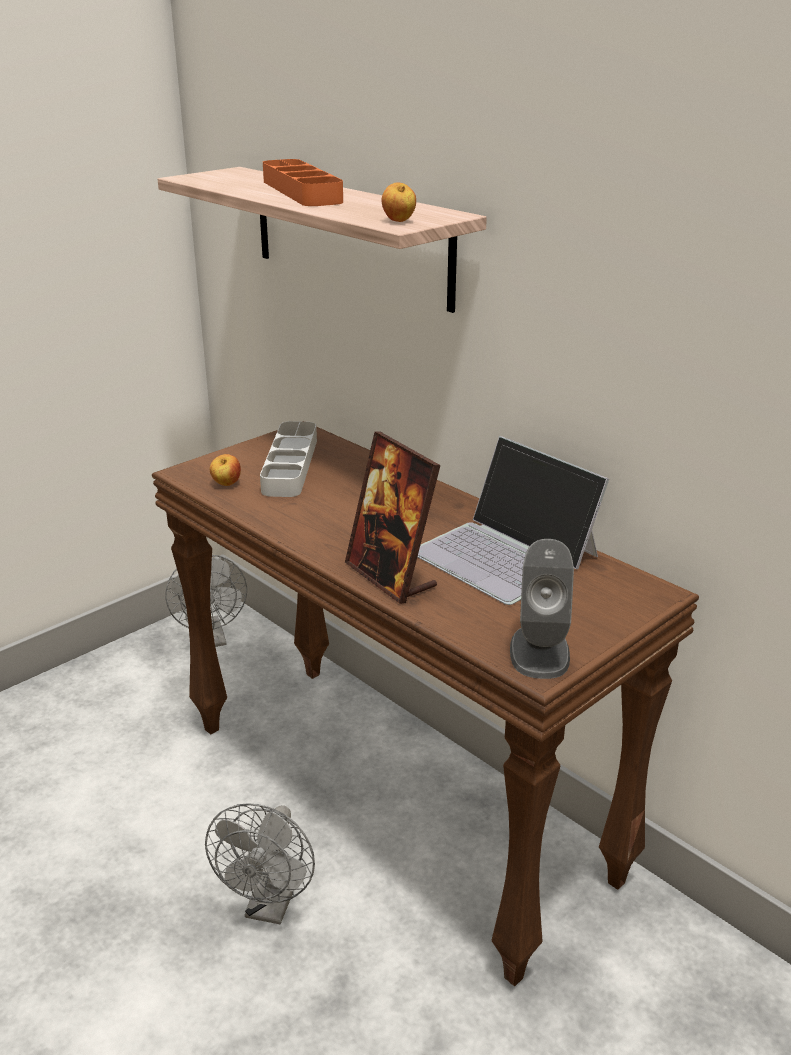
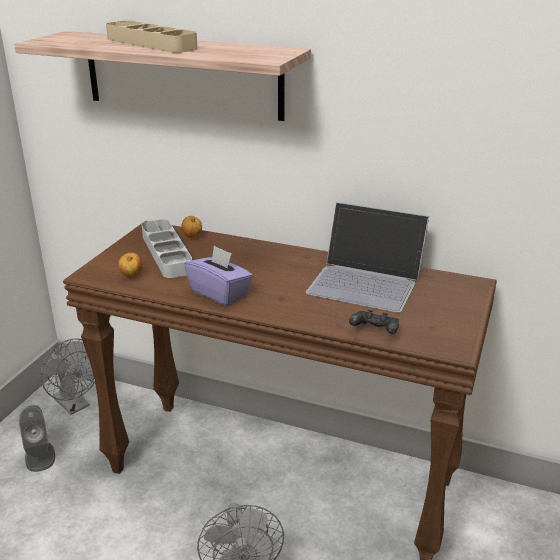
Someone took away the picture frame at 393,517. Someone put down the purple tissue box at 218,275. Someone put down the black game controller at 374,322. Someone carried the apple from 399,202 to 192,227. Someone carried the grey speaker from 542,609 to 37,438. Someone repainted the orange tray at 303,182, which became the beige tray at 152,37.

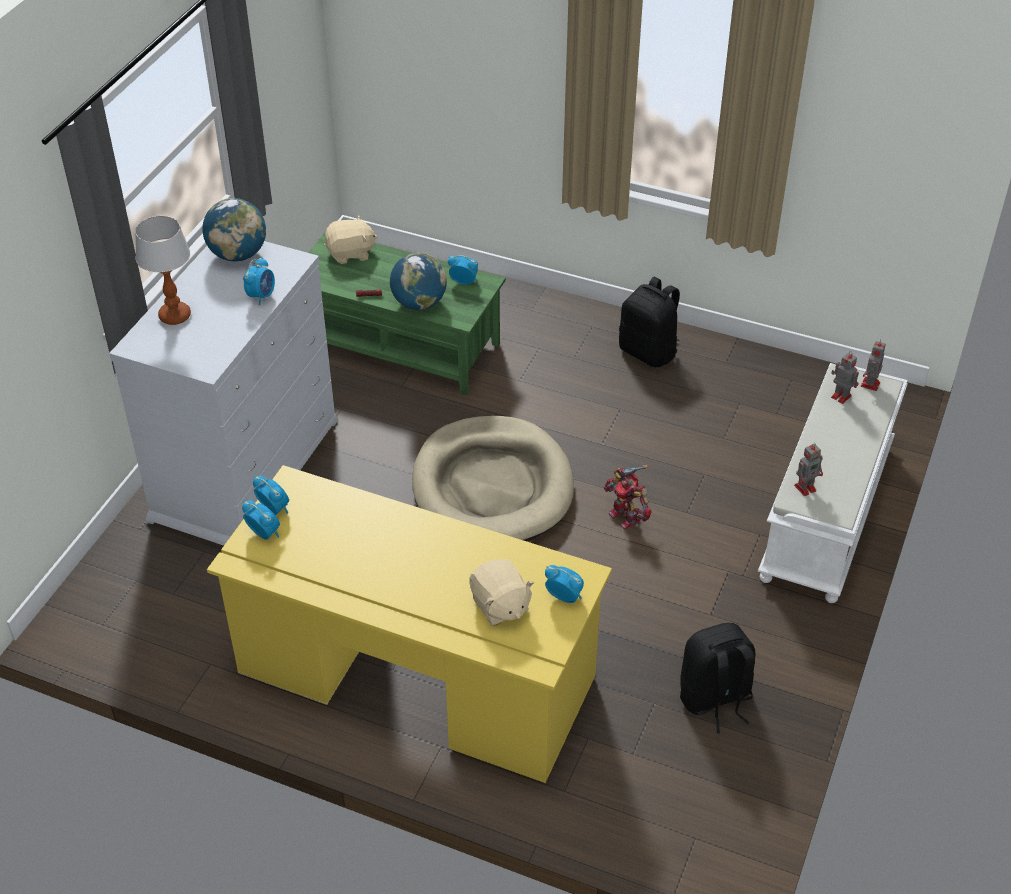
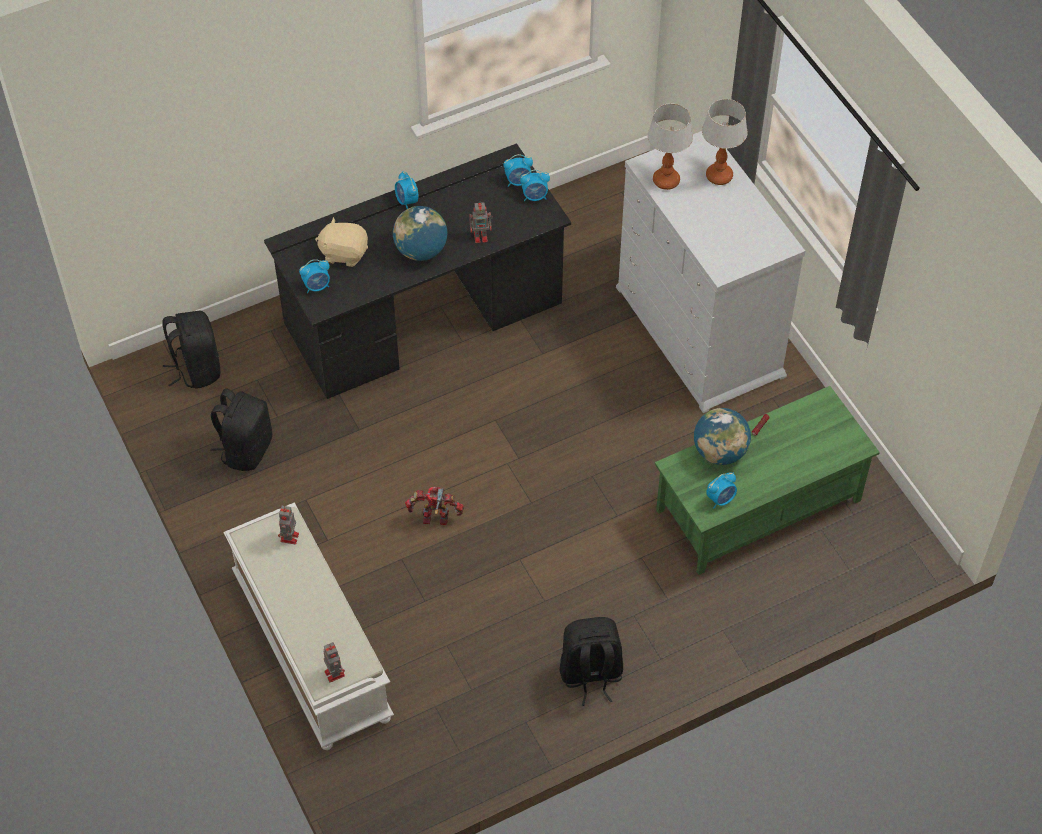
Someone took away the beige plush toy at 351,240. Someone took away the beige dog bed at 493,479. Someone put down the black backpack at 191,349. Someone put down the table lamp at 670,146. Someone carried the globe from 234,229 to 420,233. Someone carried the alarm clock from 259,281 to 406,190. Someone carried the toy robot from 845,377 to 481,222. Someone repainted the yellow desk at 409,624, which became the black desk at 417,271.

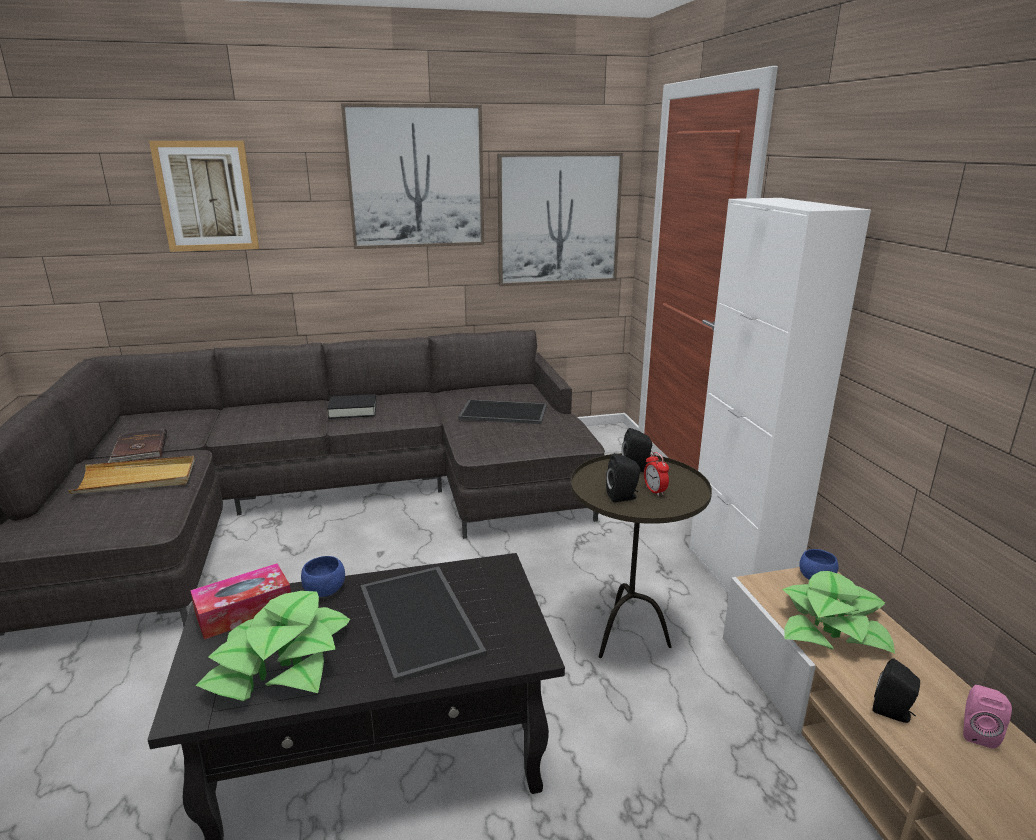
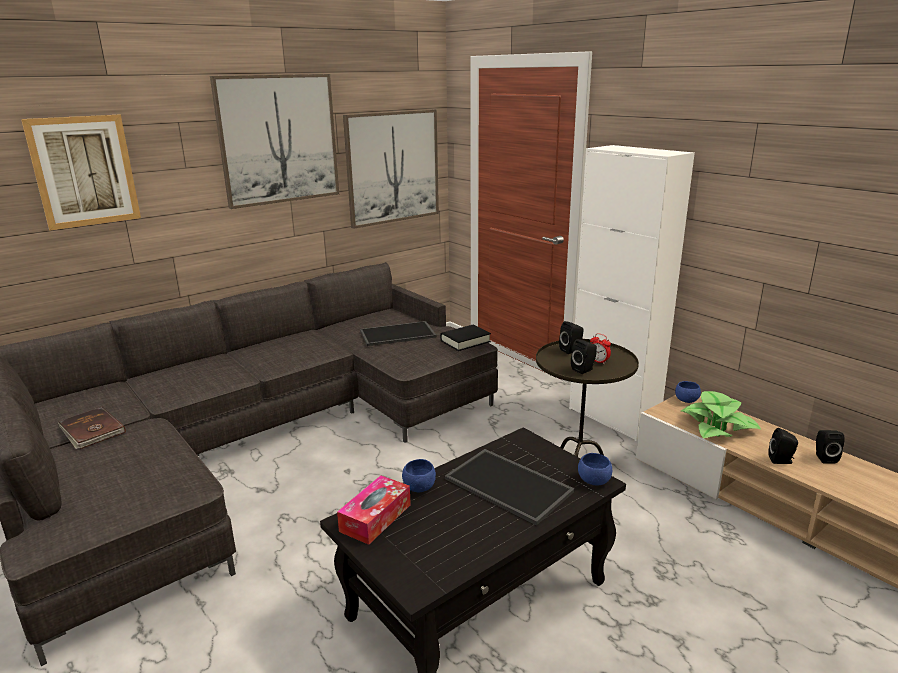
Someone took away the beige tray at 131,475. Someone took away the potted plant at 273,646. Someone put down the blue bowl at 595,469. Someone carried the black book from 352,406 to 465,337. Someone repainted the pink speaker at 987,717, which became the black speaker at 830,446.

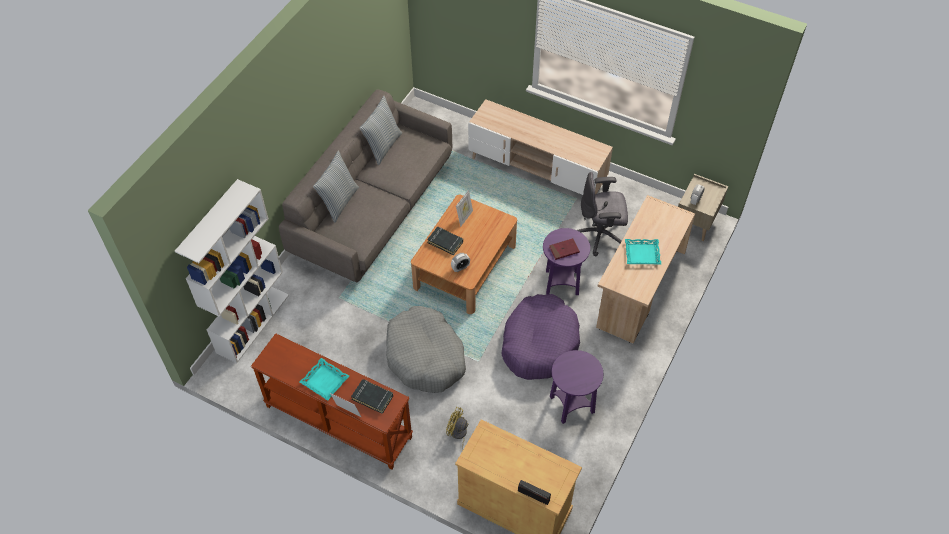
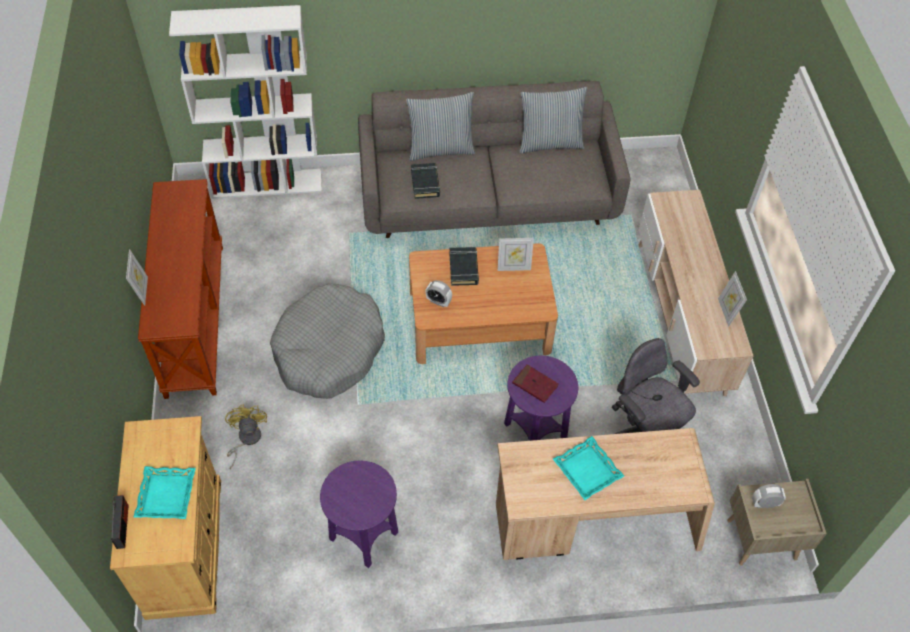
Someone took away the purple dog bed at 541,337. Someone put down the picture frame at 732,299. Someone carried the turquoise tray from 324,379 to 165,492. Someone carried the black book from 372,396 to 425,181.

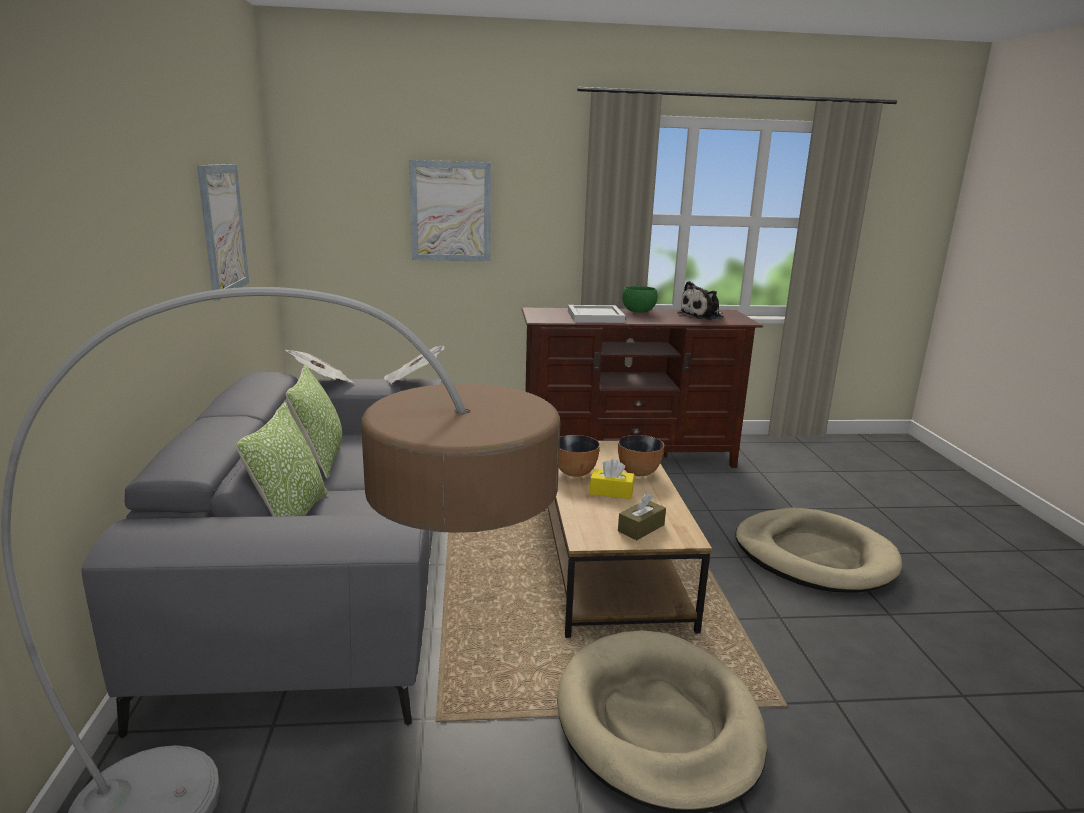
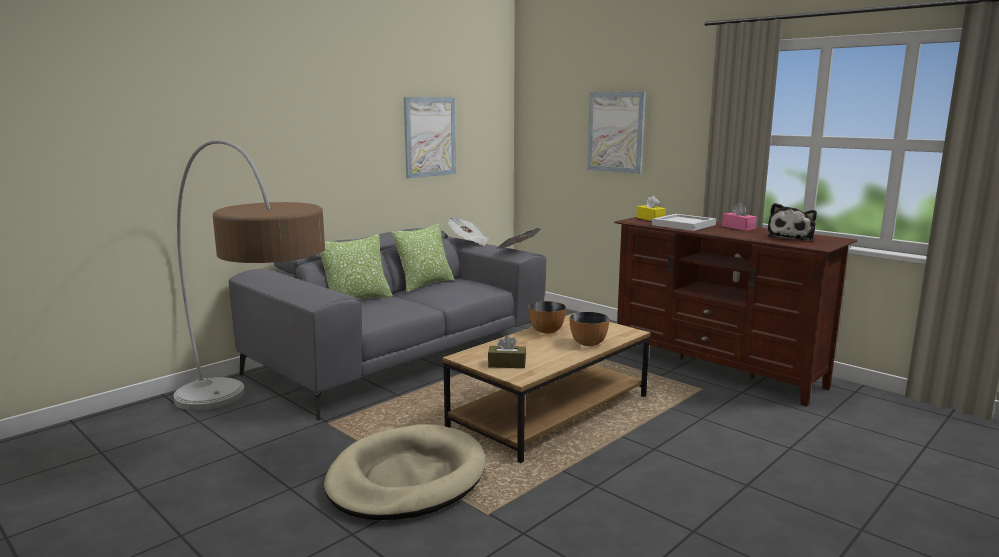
Someone took away the beige dog bed at 818,550. Someone carried the yellow tissue box from 612,479 to 651,208. Someone swapped the green bowl at 640,299 for the pink tissue box at 739,217. Someone rotated the plush toy at 700,300 by 75 degrees counterclockwise.

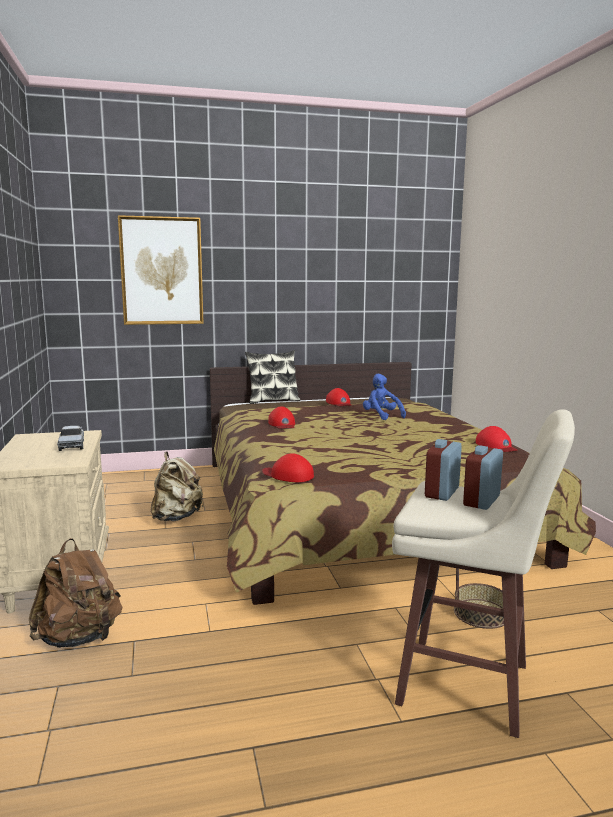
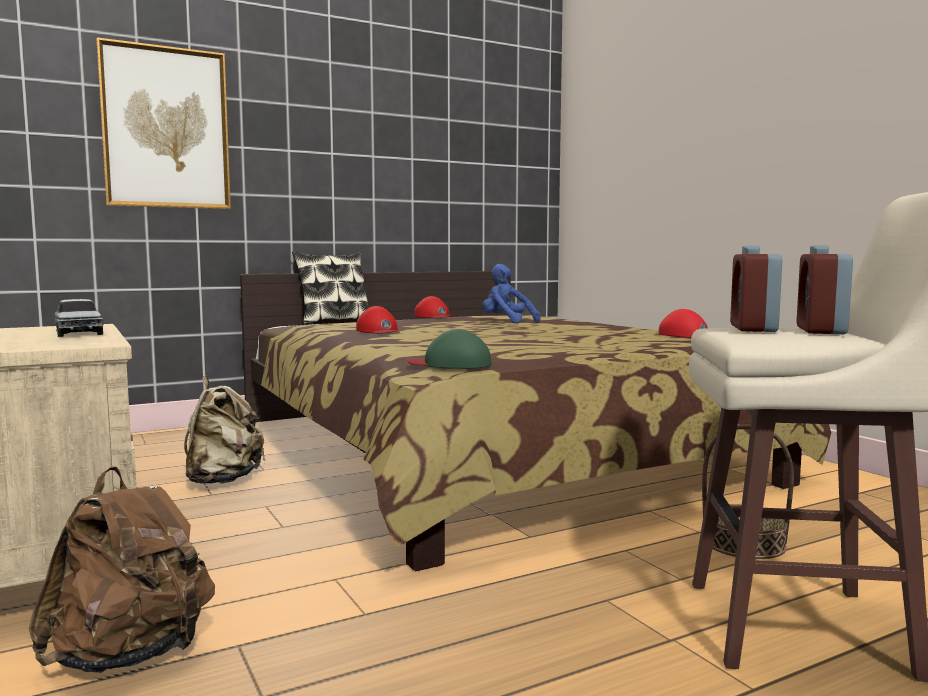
Someone repainted the red cap at 288,467, which became the green cap at 449,349.

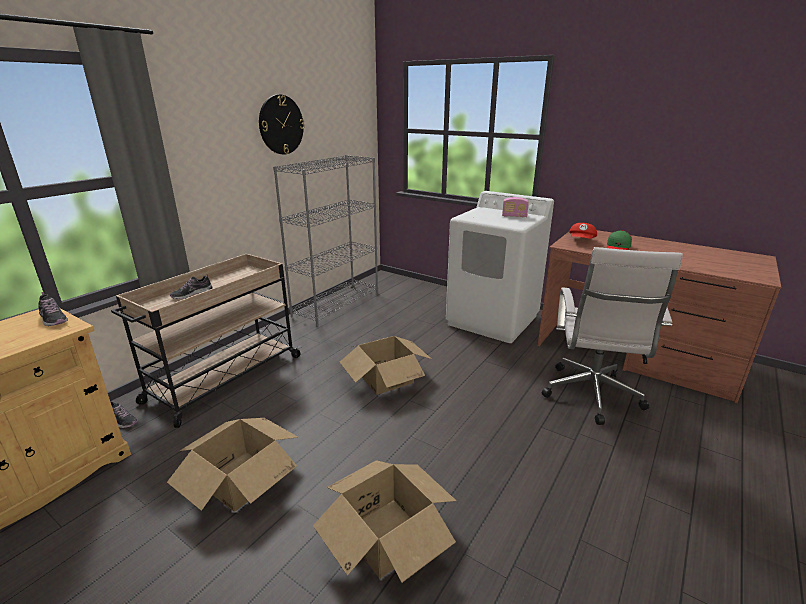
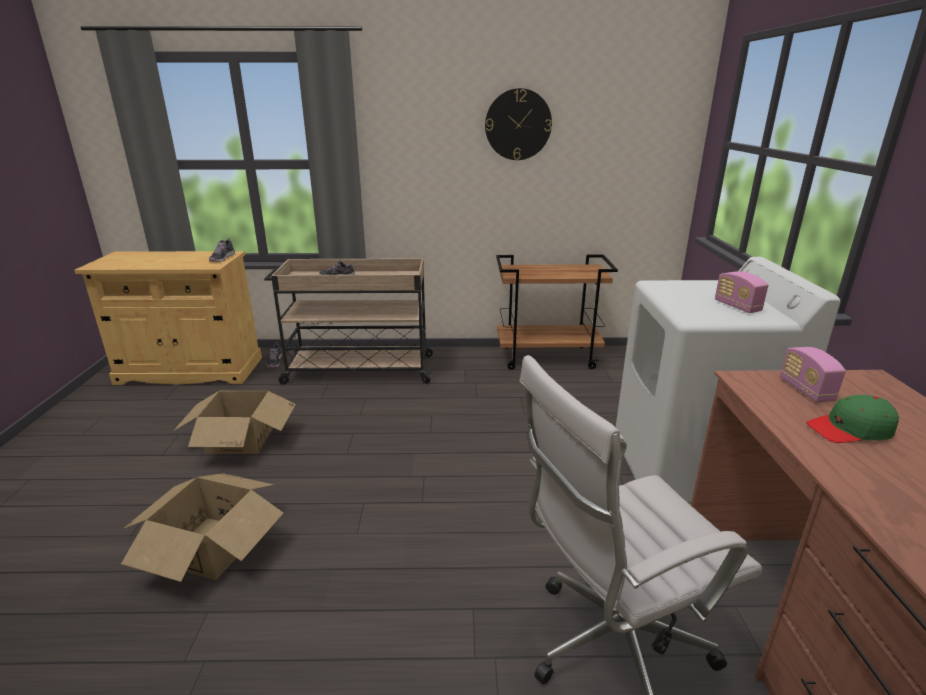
Someone took away the cardboard box at 385,365. Someone swapped the grey bookcase at 325,241 for the brown cart at 557,312. Someone swapped the red cap at 583,231 for the radio at 813,374.

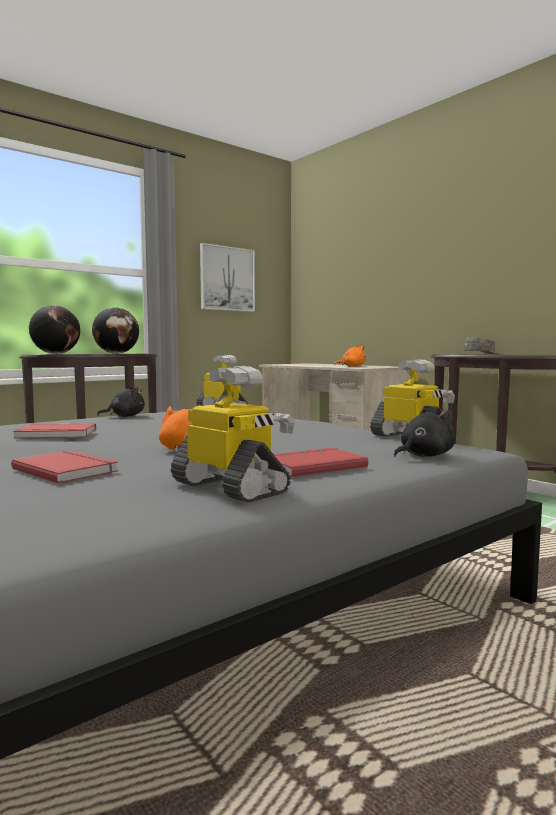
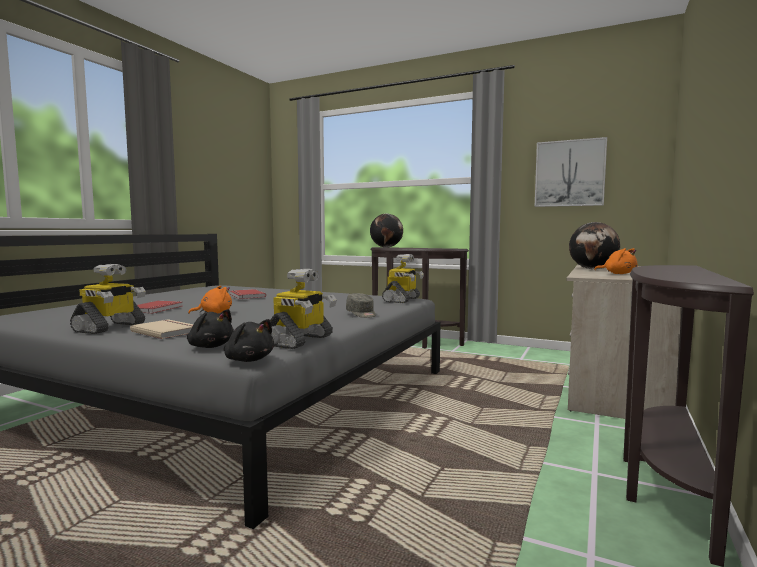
Someone carried the globe from 115,330 to 594,245. Someone carried the black plush toy from 121,401 to 249,340. Someone carried the grey cap from 482,345 to 361,305. Someone repainted the red book at 321,462, which became the beige book at 162,329.

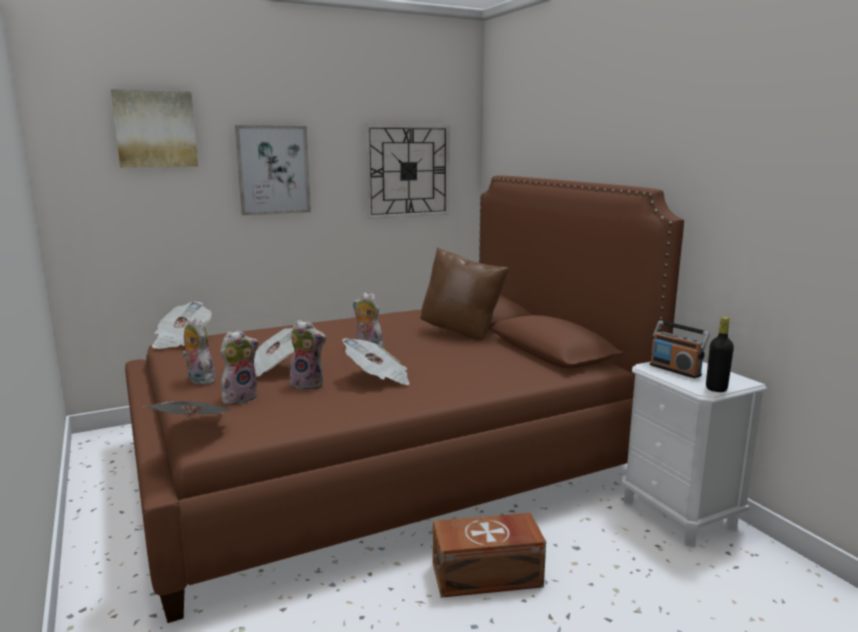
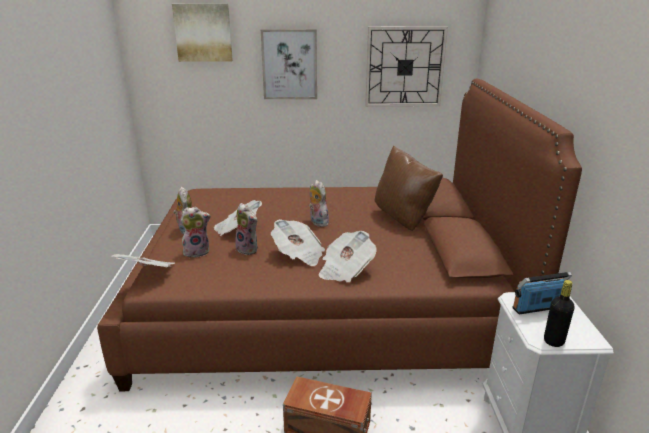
Someone carried the newspaper from 182,325 to 347,256. Someone rotated the radio at 680,349 by 90 degrees clockwise.

